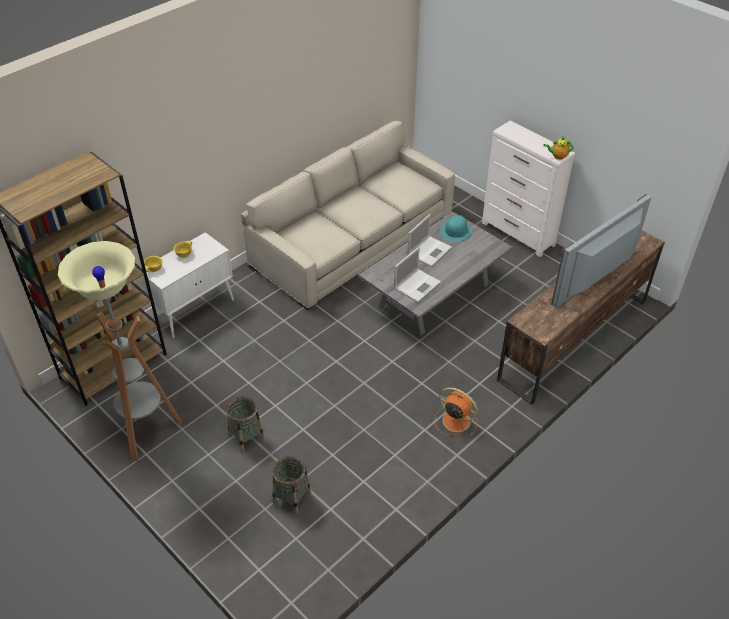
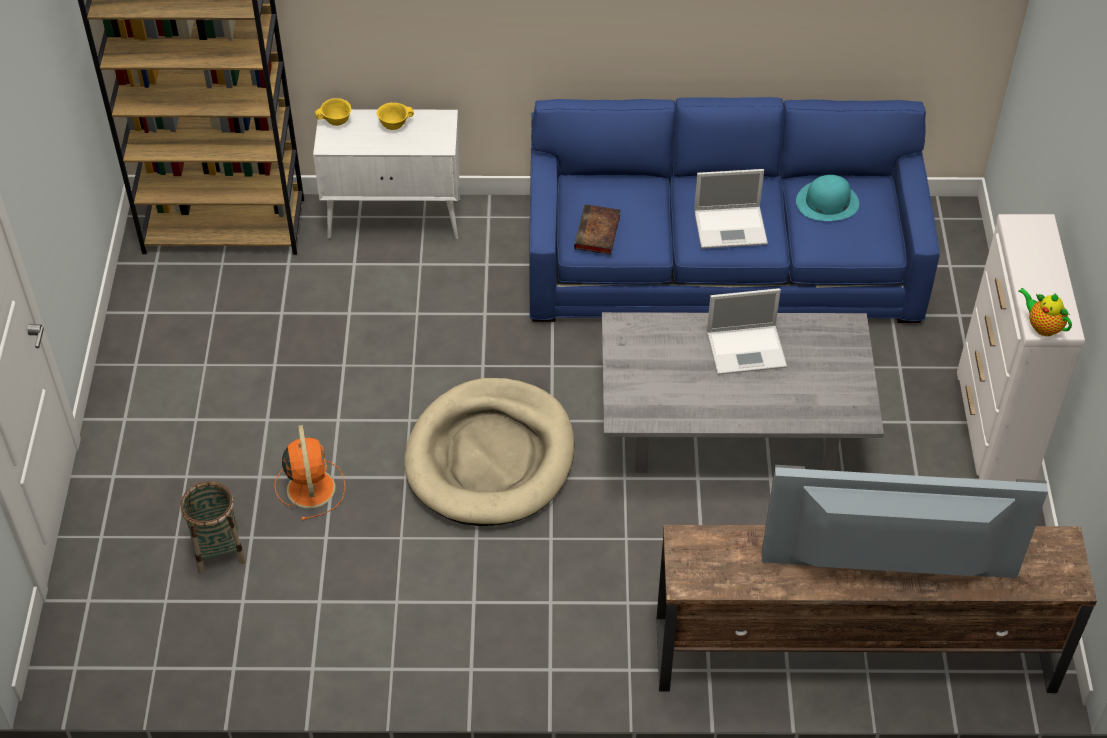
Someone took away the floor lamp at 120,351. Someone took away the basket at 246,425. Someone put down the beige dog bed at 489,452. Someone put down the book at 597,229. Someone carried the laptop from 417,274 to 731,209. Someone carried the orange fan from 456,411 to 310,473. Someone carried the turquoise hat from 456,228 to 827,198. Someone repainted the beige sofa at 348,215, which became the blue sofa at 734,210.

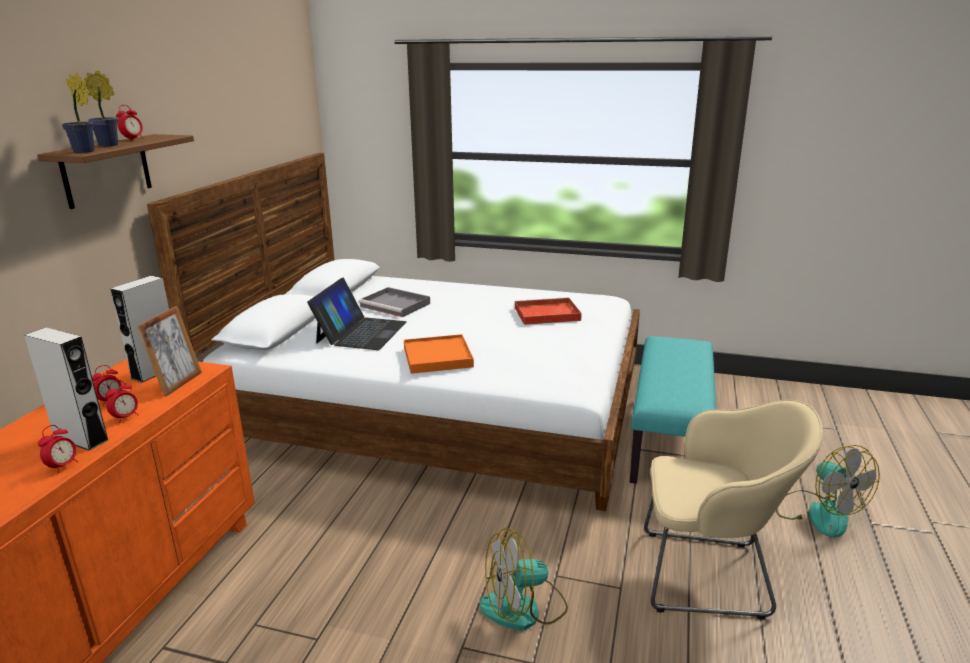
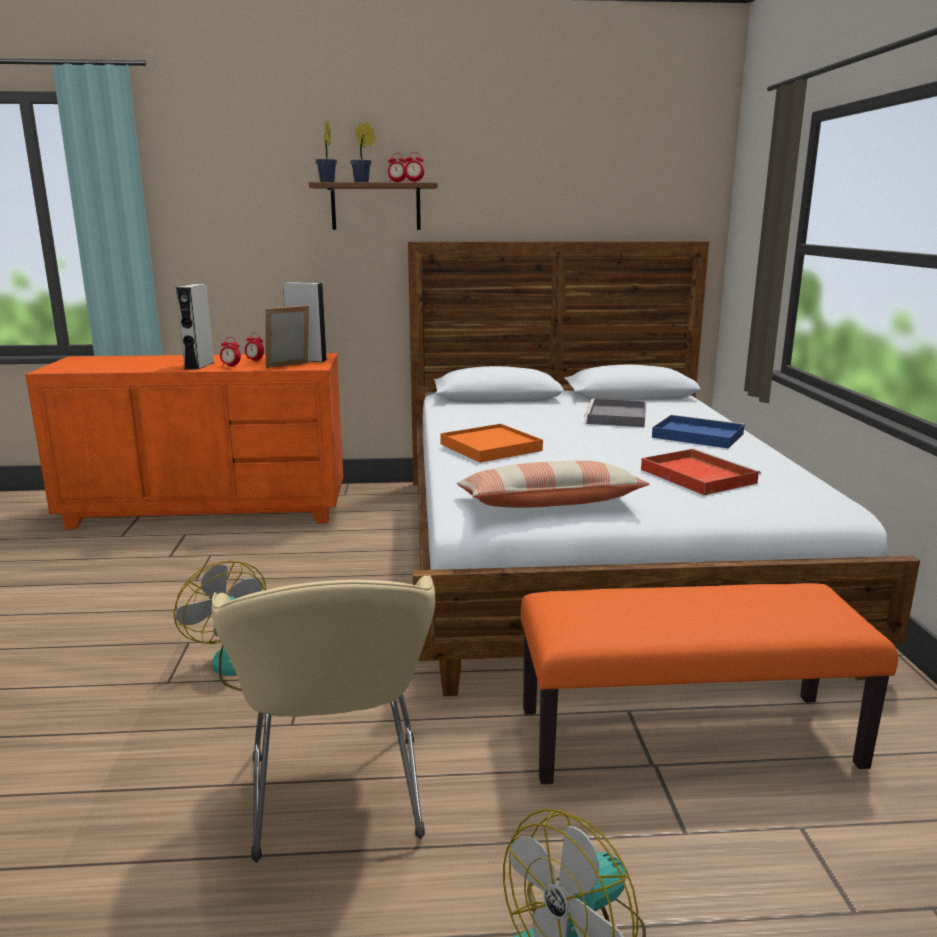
Someone took away the laptop at 357,314. Someone put down the pillow at 553,484. Someone put down the blue tray at 698,432. Someone carried the alarm clock from 58,449 to 414,167. Someone repainted the turquoise bench at 673,410, which became the orange bench at 709,683. Someone rotated the picture frame at 169,351 by 150 degrees clockwise.

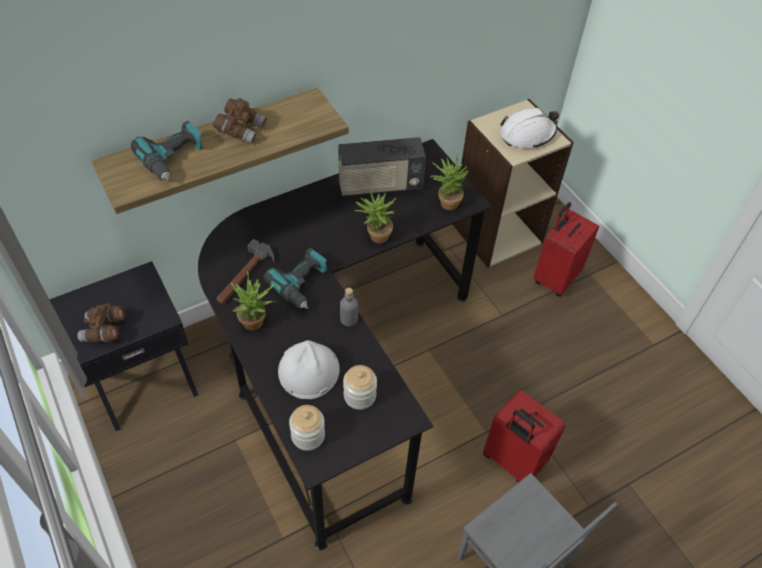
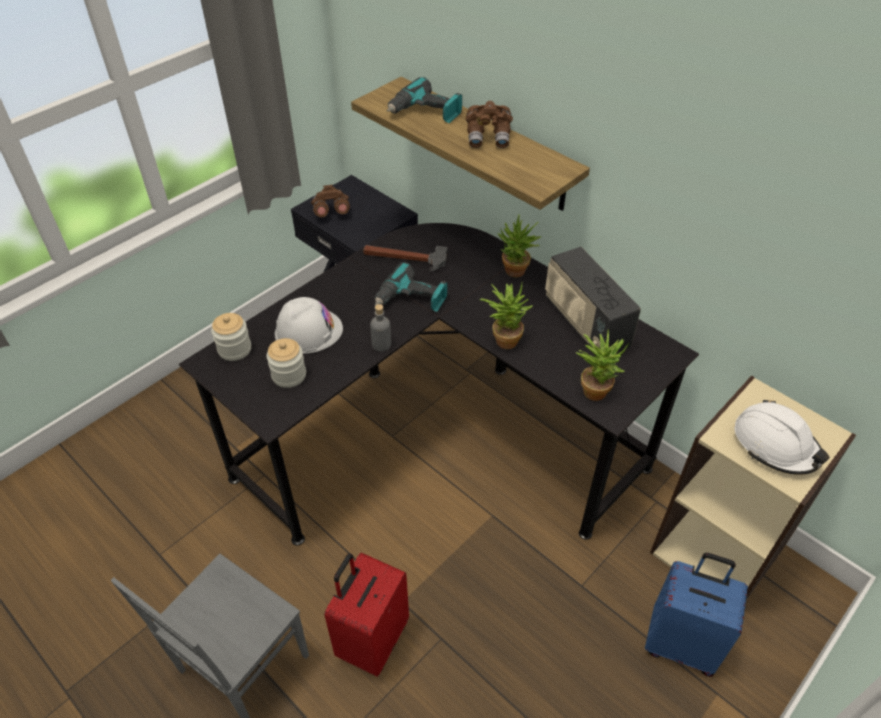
Someone carried the potted plant from 253,301 to 520,246. Someone repainted the red suitcase at 566,249, which became the blue suitcase at 696,615.

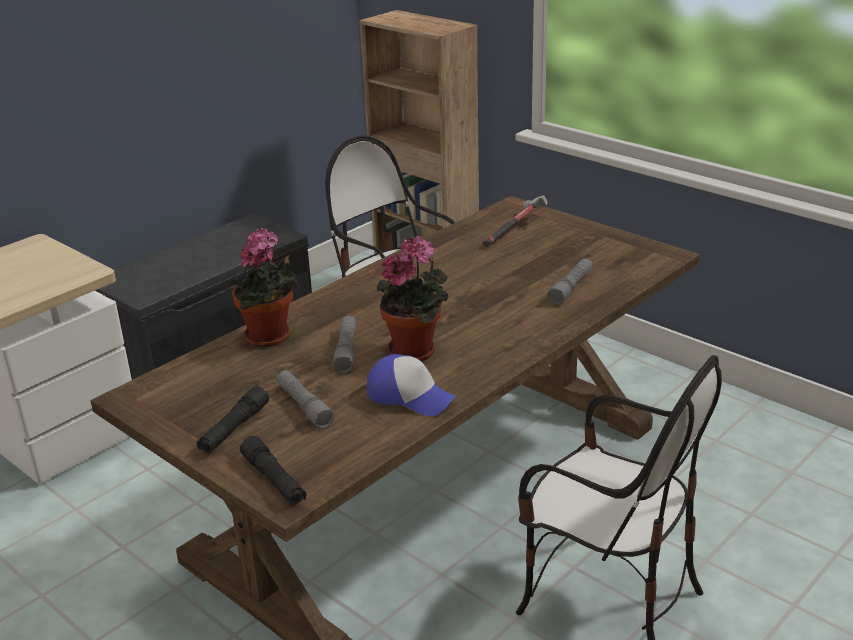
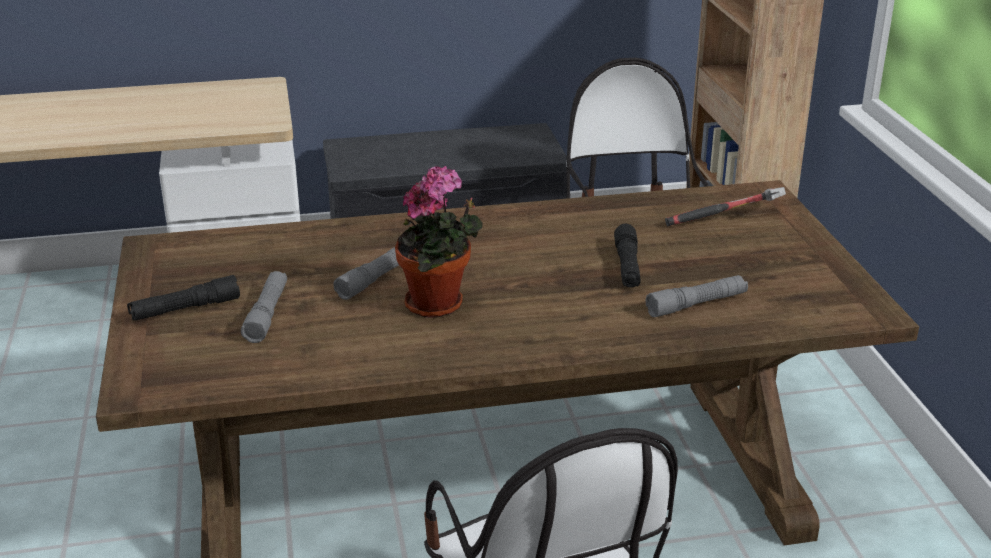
Someone took away the potted plant at 265,287. Someone took away the cap at 411,385. Someone carried the black flashlight from 273,470 to 627,256.

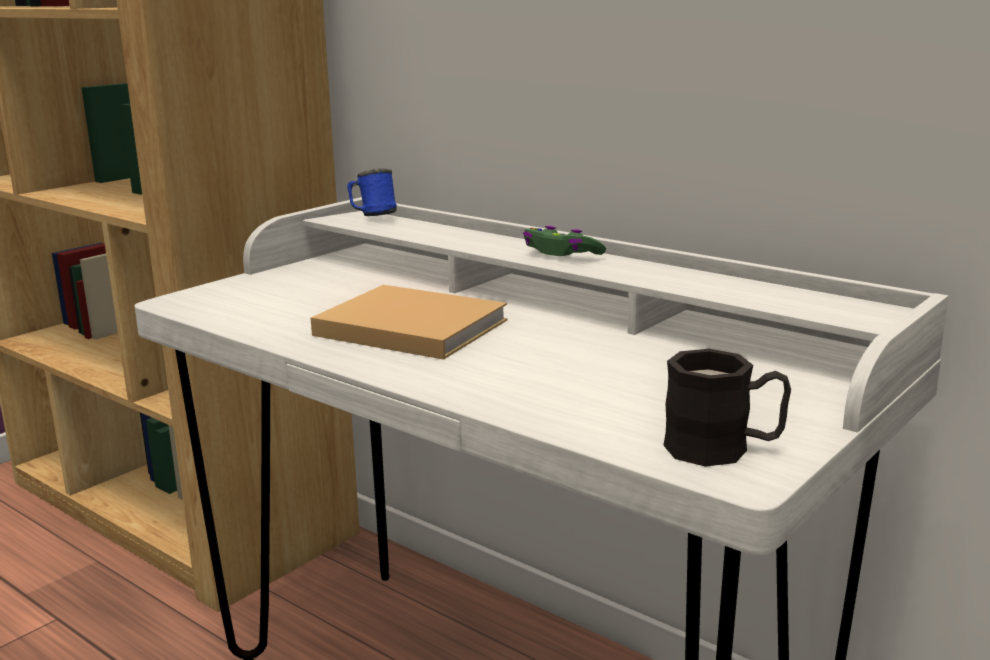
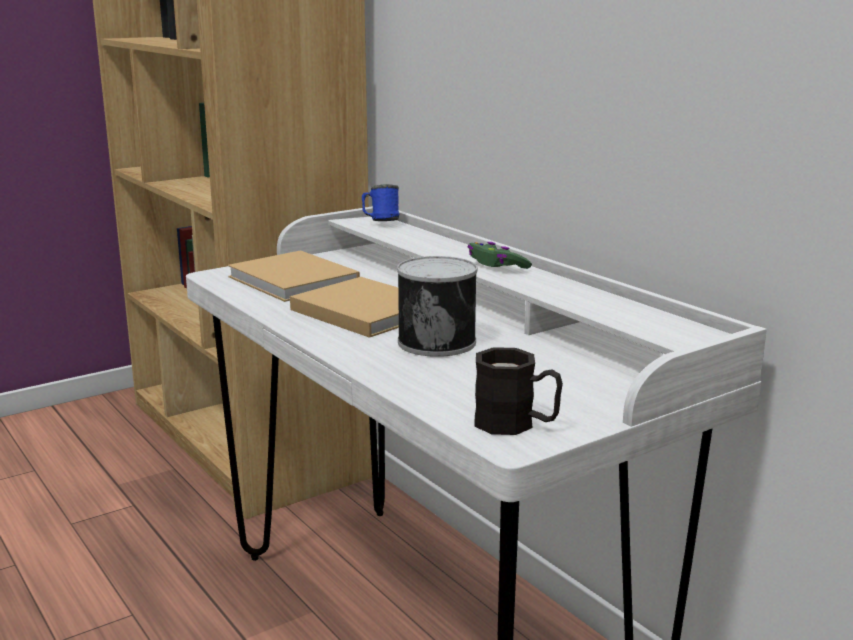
Someone put down the beige book at 294,276. Someone put down the can at 437,306.

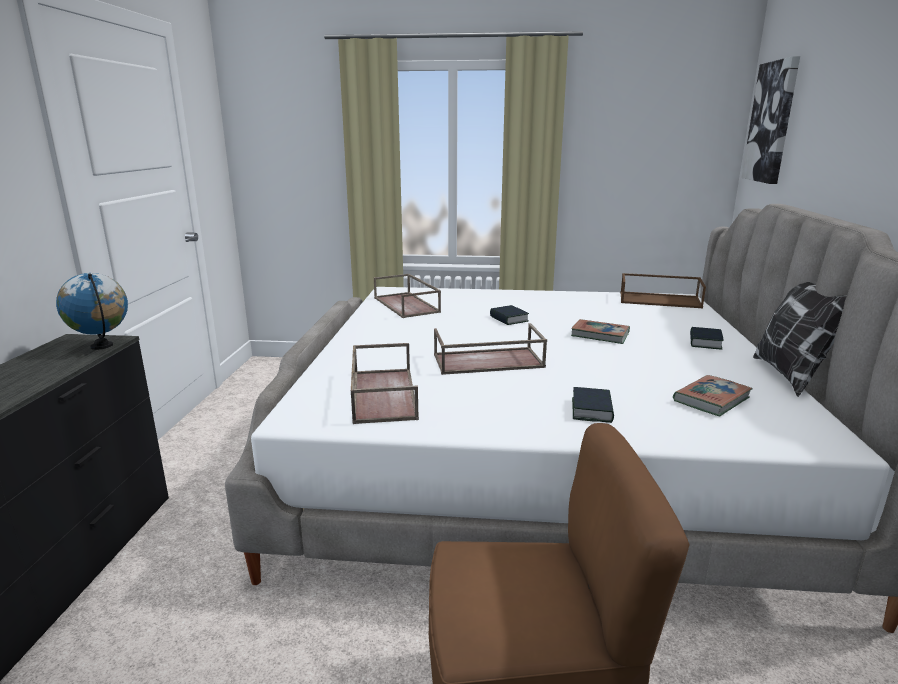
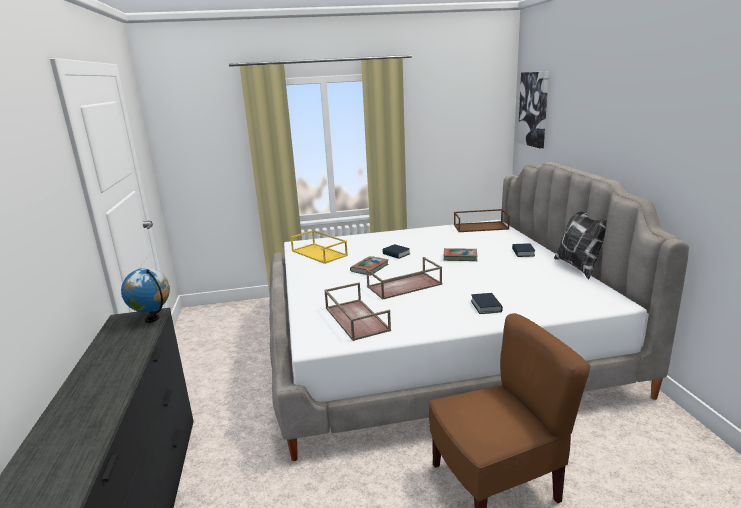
Someone carried the book from 713,395 to 369,265. Someone repainted the brown tray at 407,296, which became the yellow tray at 319,247.

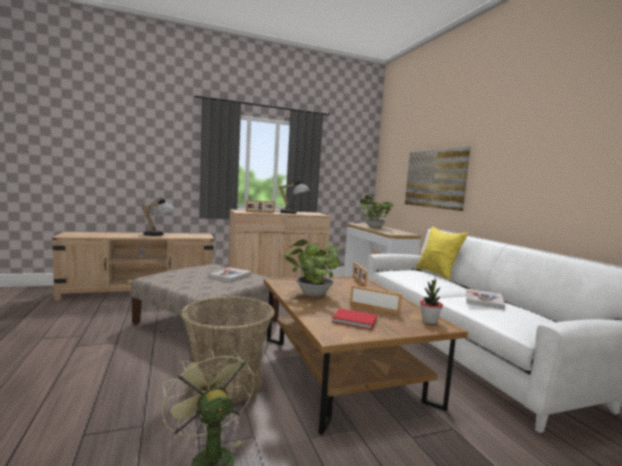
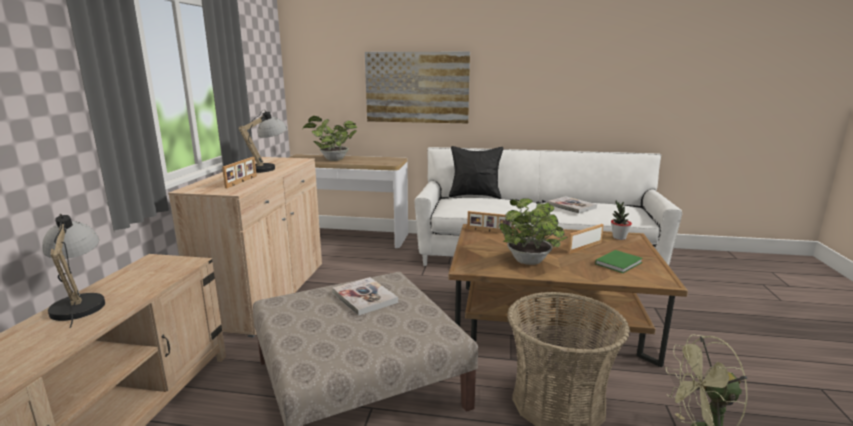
Someone repainted the red book at 354,319, which became the green book at 619,261. Someone repainted the yellow pillow at 441,253, which became the black pillow at 476,172.

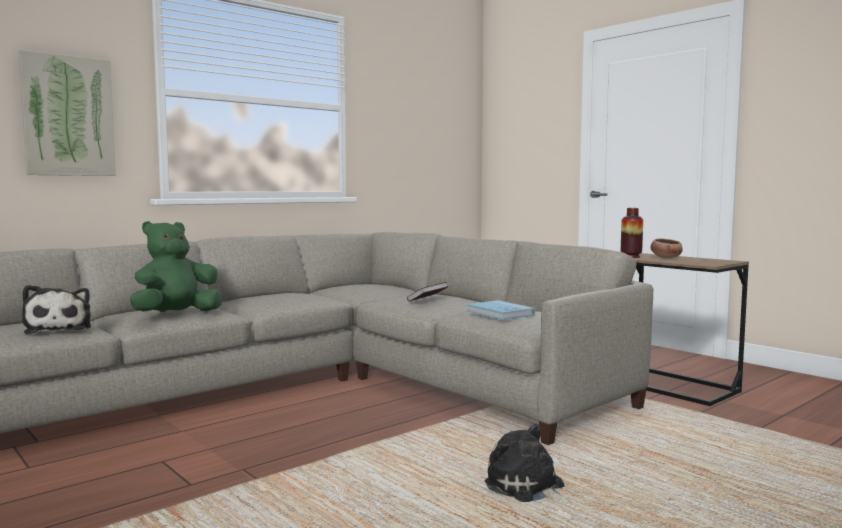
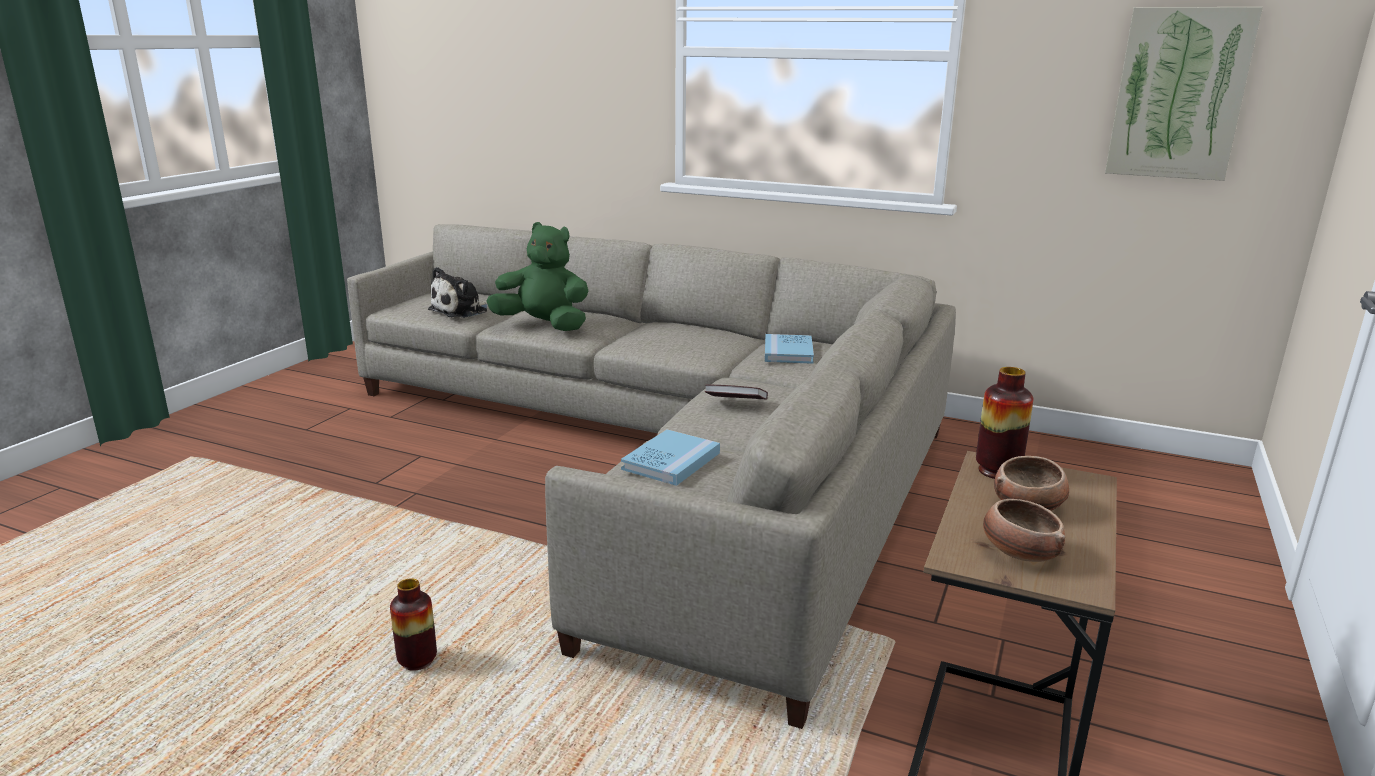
Someone put down the blue book at 789,349. Someone put down the bowl at 1024,530. Someone carried the picture from 67,113 to 1184,94. Someone swapped the plush toy at 528,463 for the vase at 413,624.

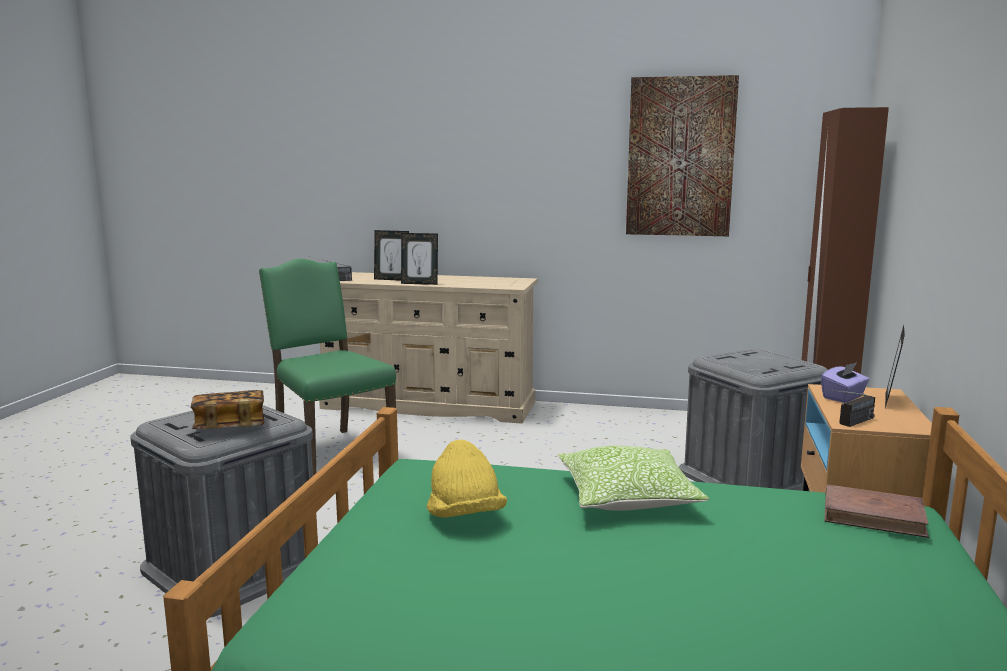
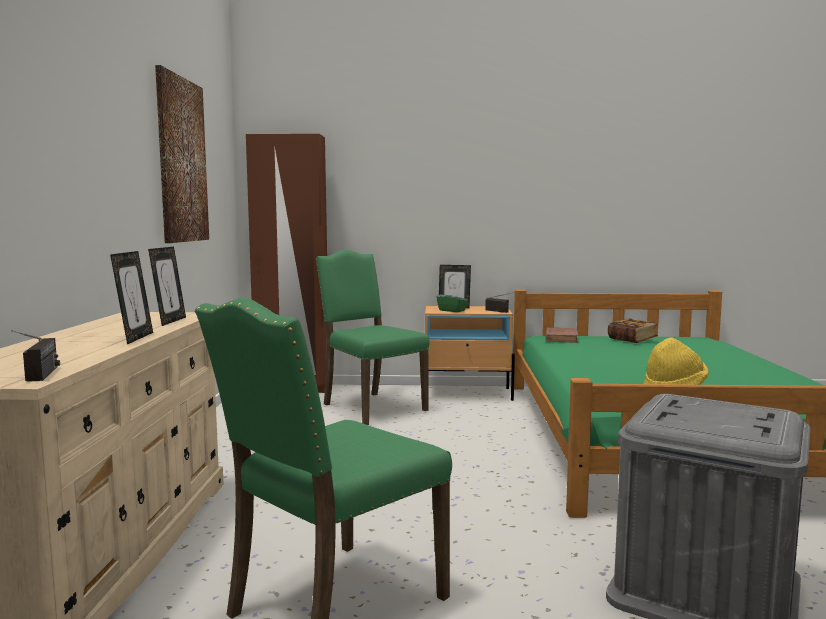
Someone took away the pillow at 633,478. Someone carried the book from 228,409 to 633,330. Someone carried the picture frame from 391,255 to 167,286. Someone swapped the grey storage box at 753,420 for the green chair at 373,337. Someone repainted the purple tissue box at 845,382, which became the green tissue box at 452,300.

